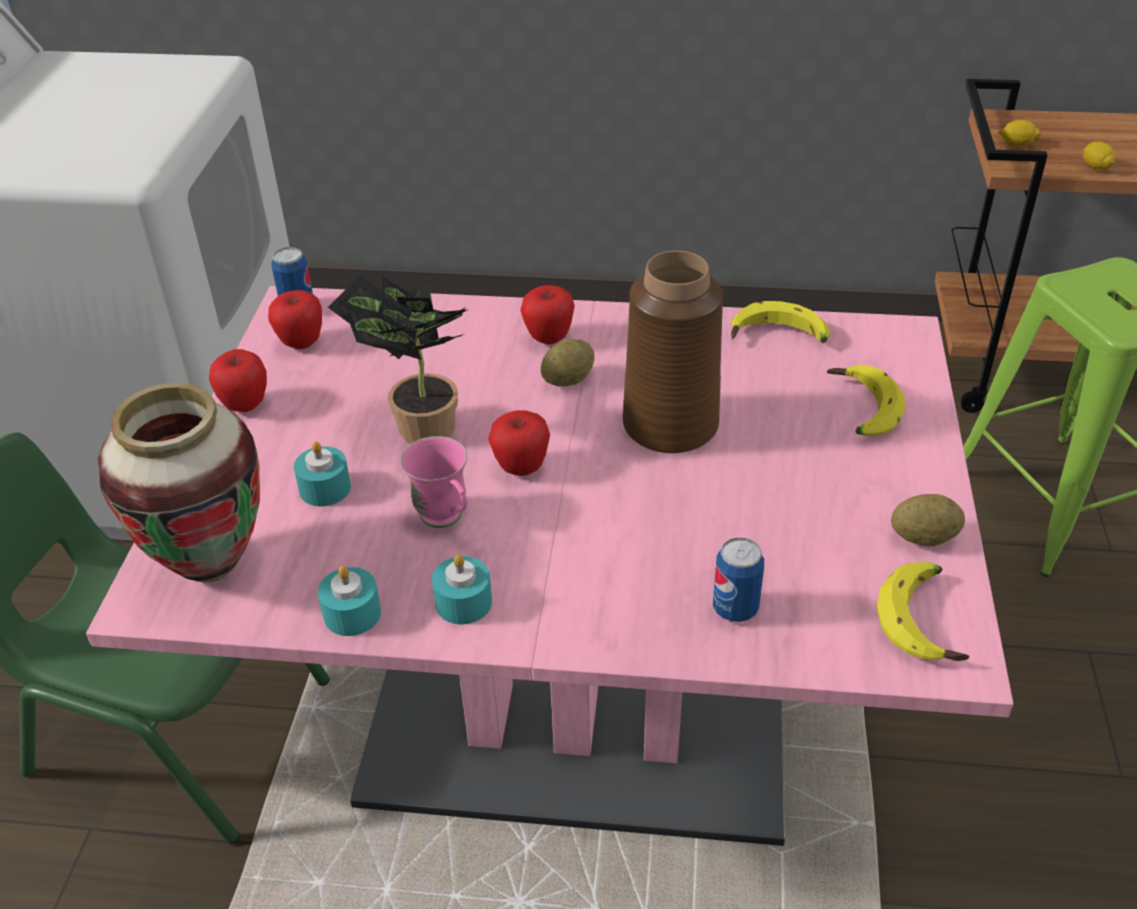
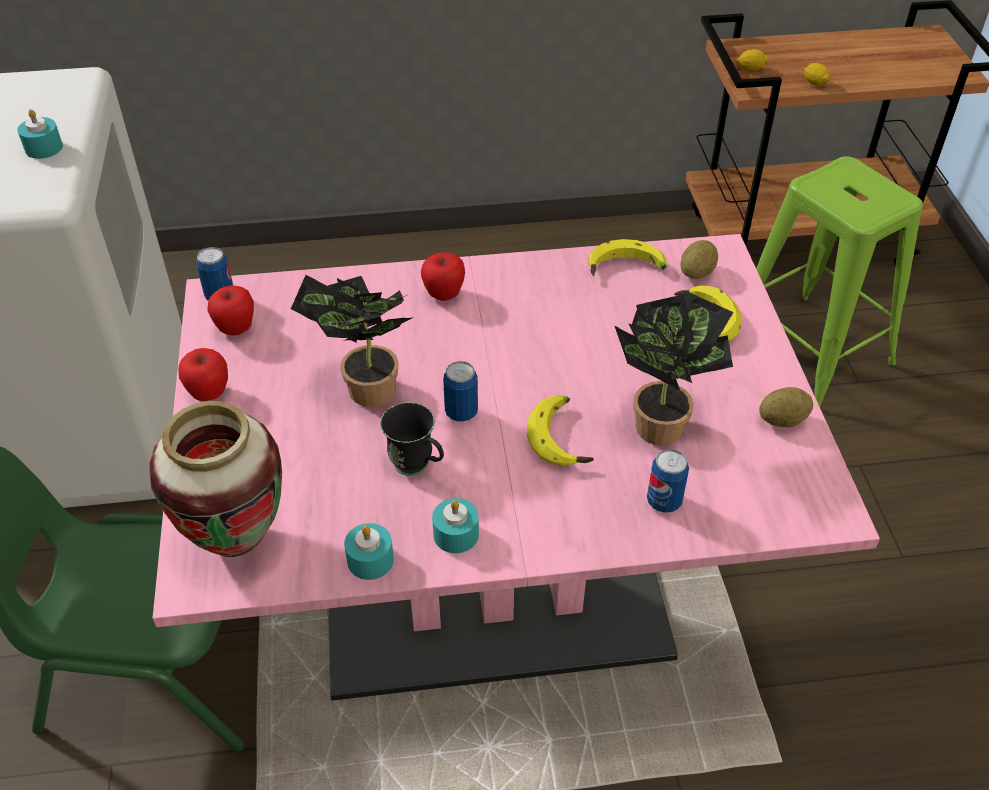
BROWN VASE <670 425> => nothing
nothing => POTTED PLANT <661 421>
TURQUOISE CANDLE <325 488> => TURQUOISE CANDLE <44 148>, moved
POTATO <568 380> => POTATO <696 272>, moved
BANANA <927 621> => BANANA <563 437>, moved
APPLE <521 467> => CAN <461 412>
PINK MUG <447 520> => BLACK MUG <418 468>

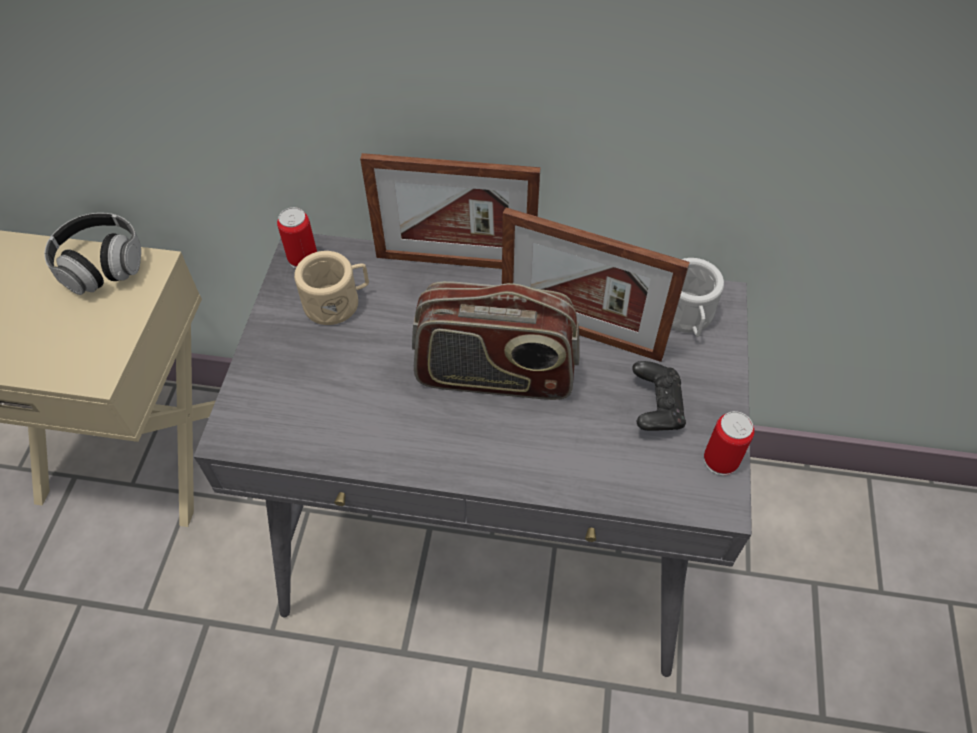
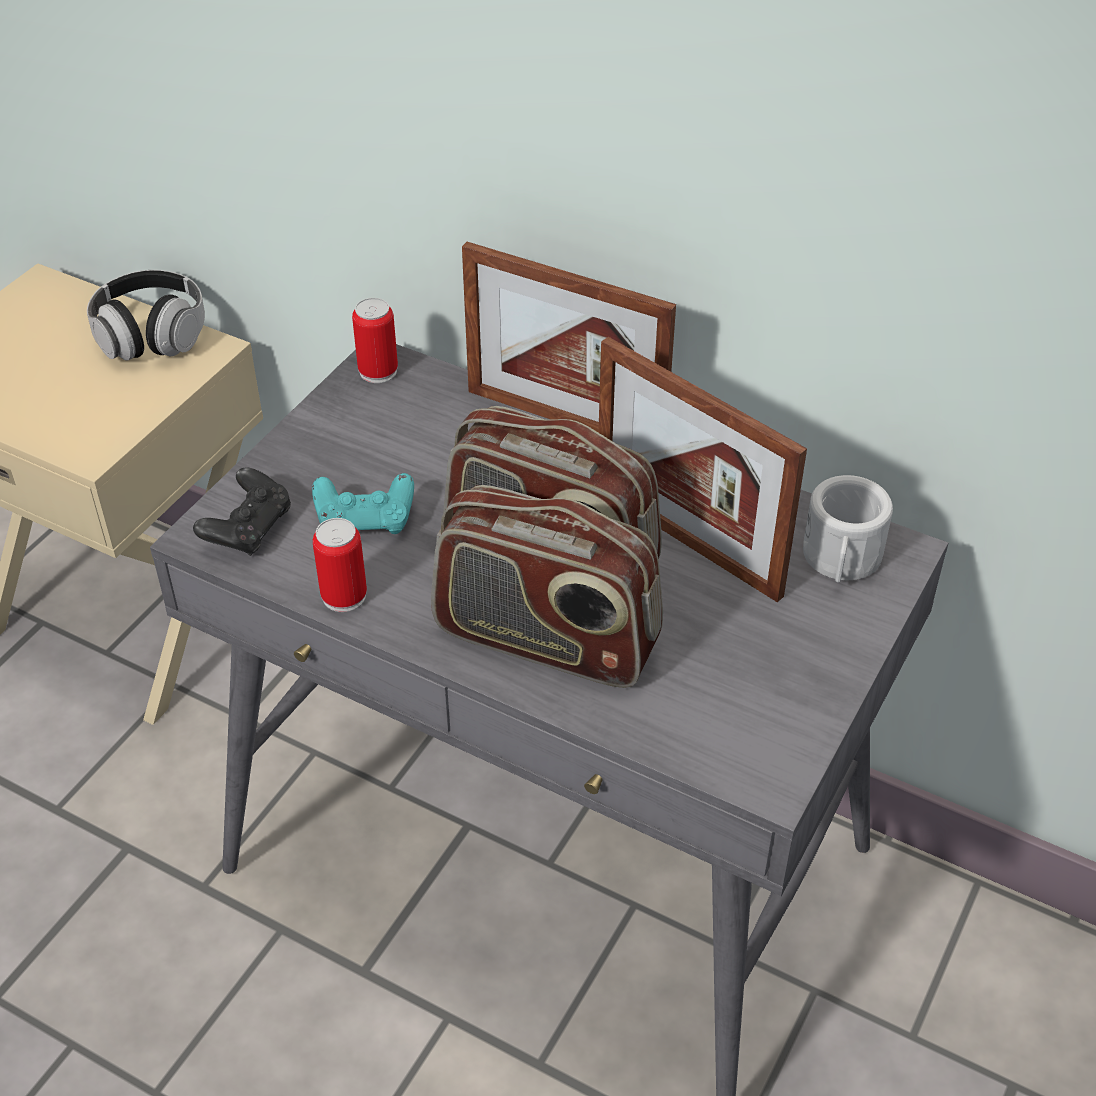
BEIGE MUG <338 302> => nothing
nothing => TURQUOISE GAME CONTROLLER <366 521>
nothing => RADIO <545 640>
BLACK GAME CONTROLLER <656 407> => BLACK GAME CONTROLLER <248 529>, moved
CAN <720 460> => CAN <344 596>, moved

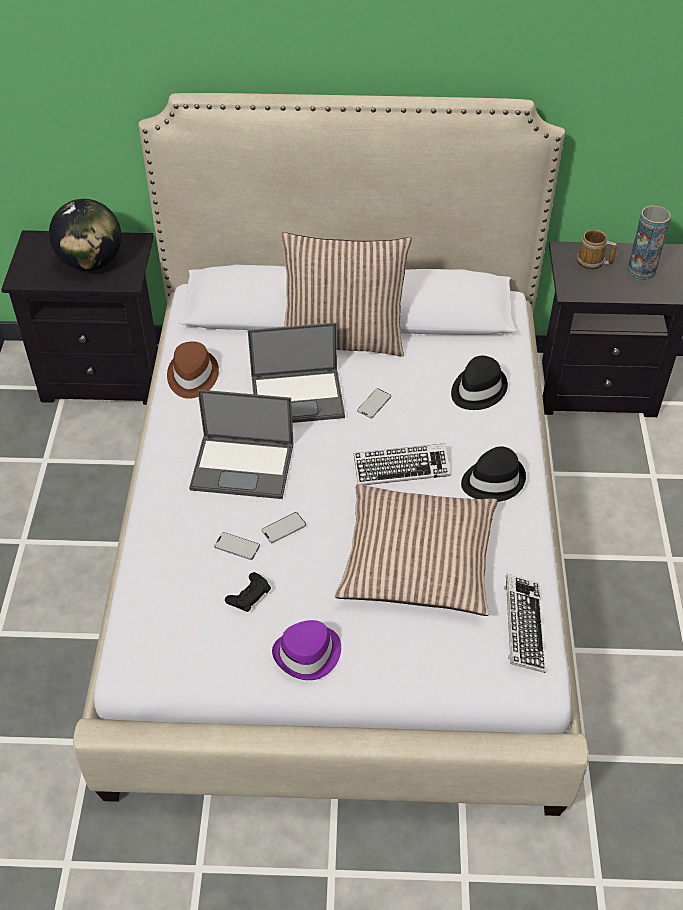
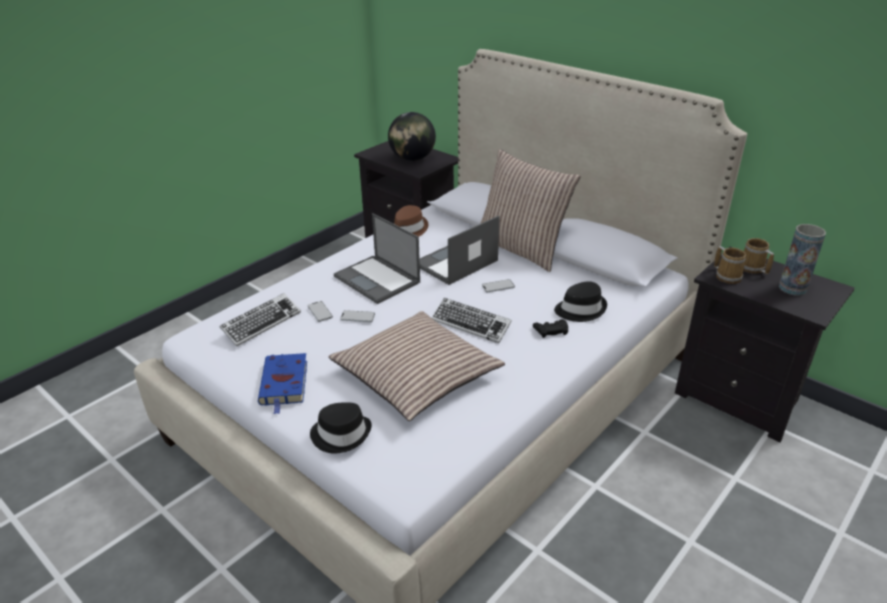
nothing => MUG <727 276>
BLACK GAME CONTROLLER <248 595> => BLACK GAME CONTROLLER <551 330>, moved
BLACK HAT <492 480> => BLACK HAT <341 434>, moved
KEYBOARD <523 626> => KEYBOARD <261 323>, moved
PURPLE HAT <308 654> => BLUE BOOK <284 384>
LAPTOP <298 396> => LAPTOP <455 263>, 105 degrees clockwise

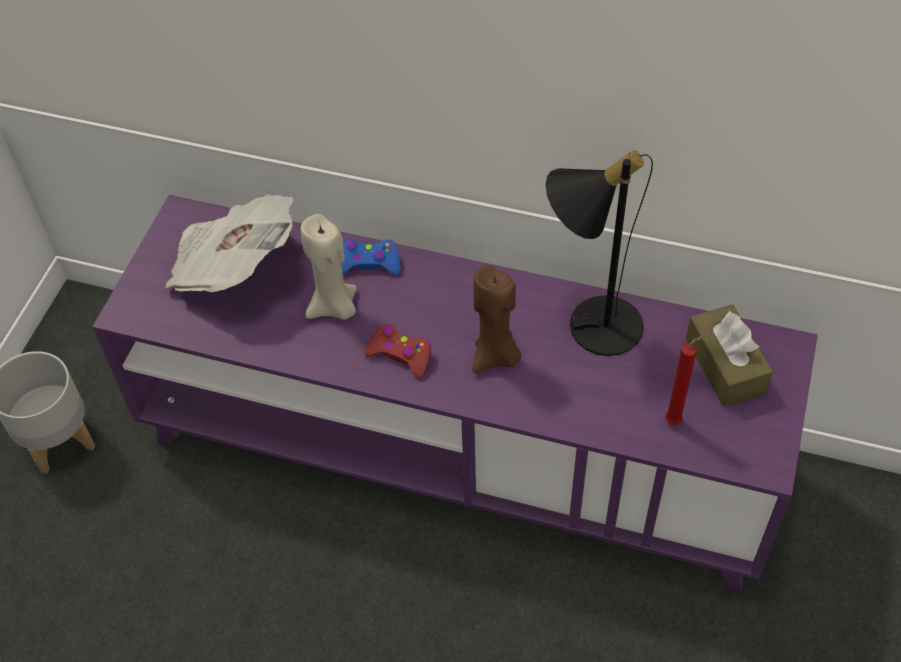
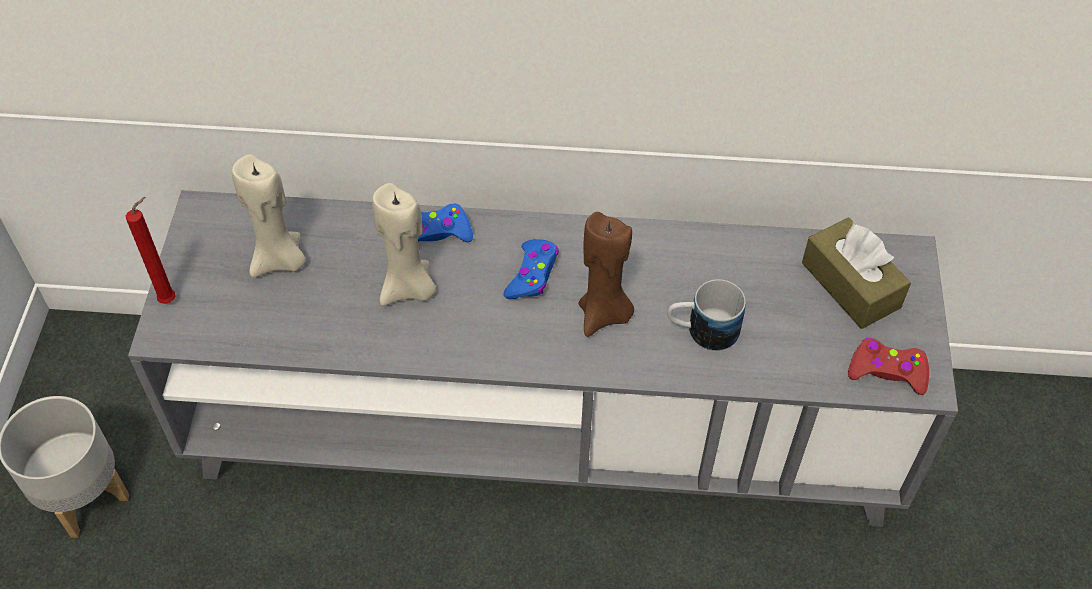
BLACK TABLE LAMP <591 321> => nothing
nothing => BLUE GAME CONTROLLER <532 275>
nothing => MUG <701 331>
RED GAME CONTROLLER <400 355> => RED GAME CONTROLLER <887 371>, moved
RED CANDLE <675 420> => RED CANDLE <171 299>, moved
NEWSPAPER <234 266> => BEIGE CANDLE <280 260>
PURPLE TV STAND <456 452> => GREY TV STAND <544 429>

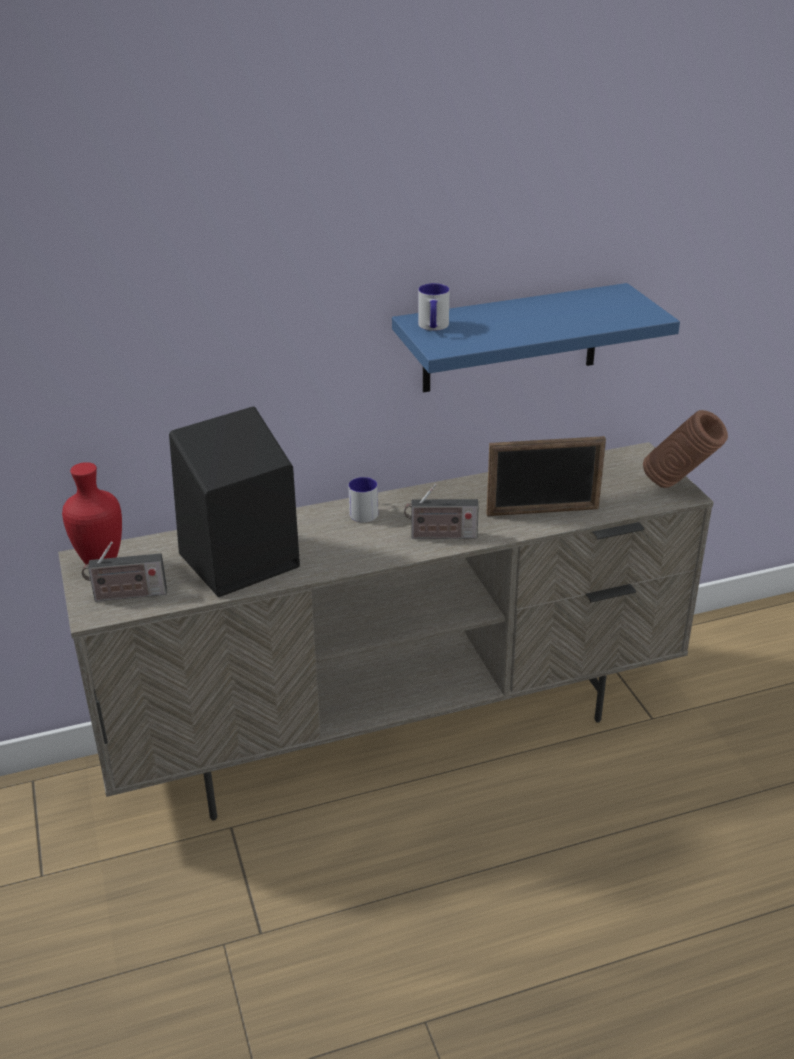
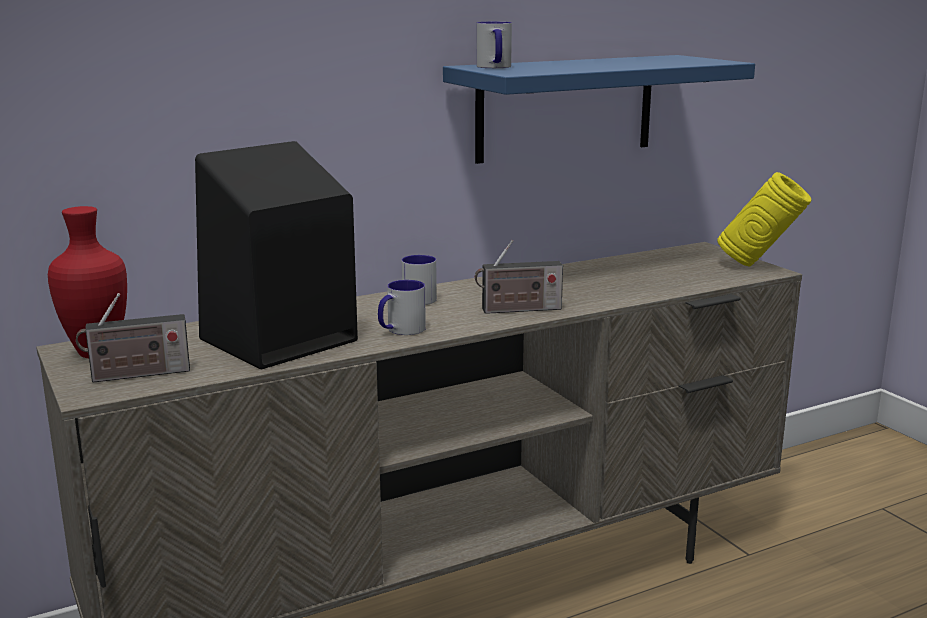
PICTURE FRAME <542 511> => nothing
nothing => MUG <400 330>
BROWN VASE <679 487> => YELLOW VASE <759 266>

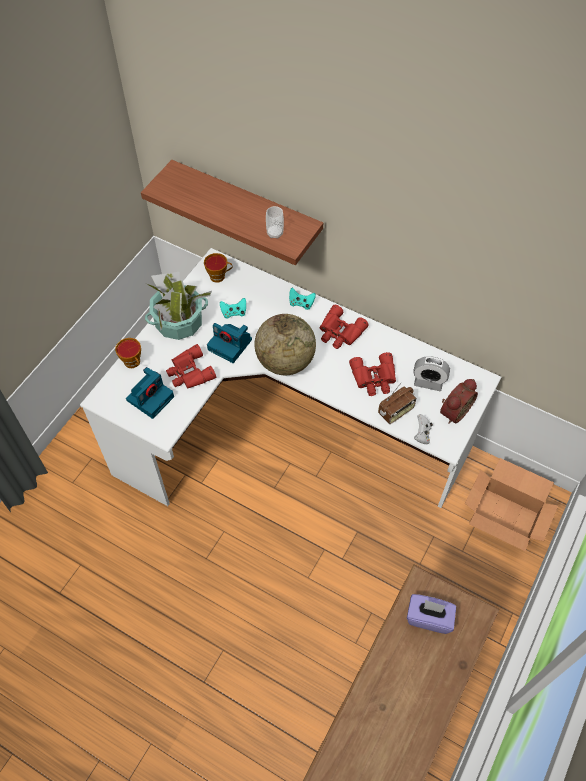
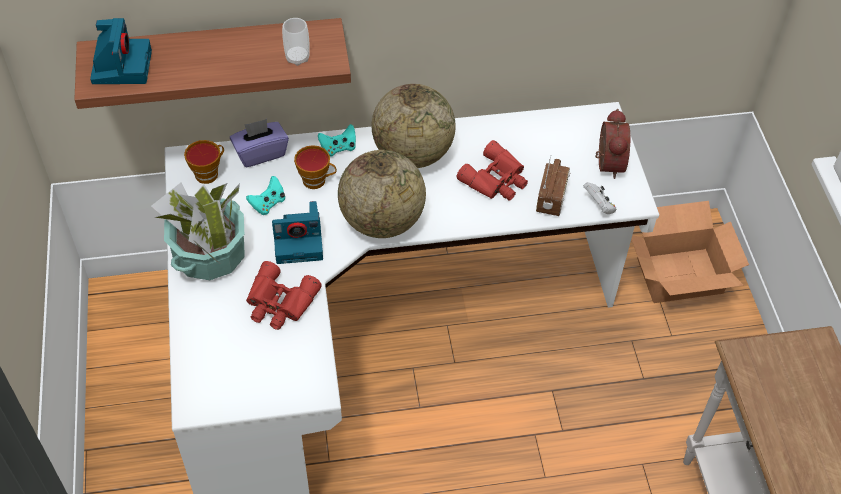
ALARM CLOCK <428 382> => nothing
CUP <133 363> => CUP <317 180>, moved
PHOTO CAMERA <150 397> => PHOTO CAMERA <121 65>, moved
PURPLE TISSUE BOX <429 618> => PURPLE TISSUE BOX <260 153>, moved
RED BINOCULARS <340 332> => GLOBE <412 154>

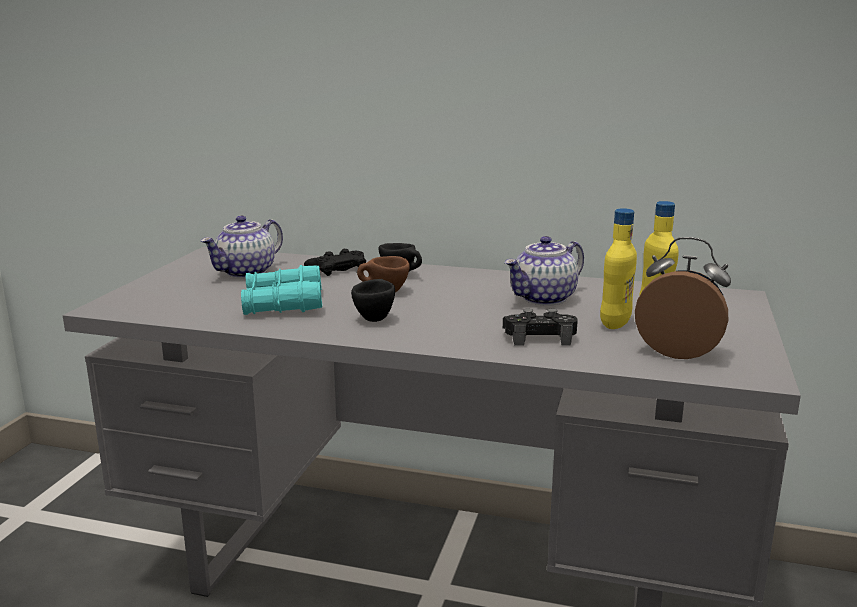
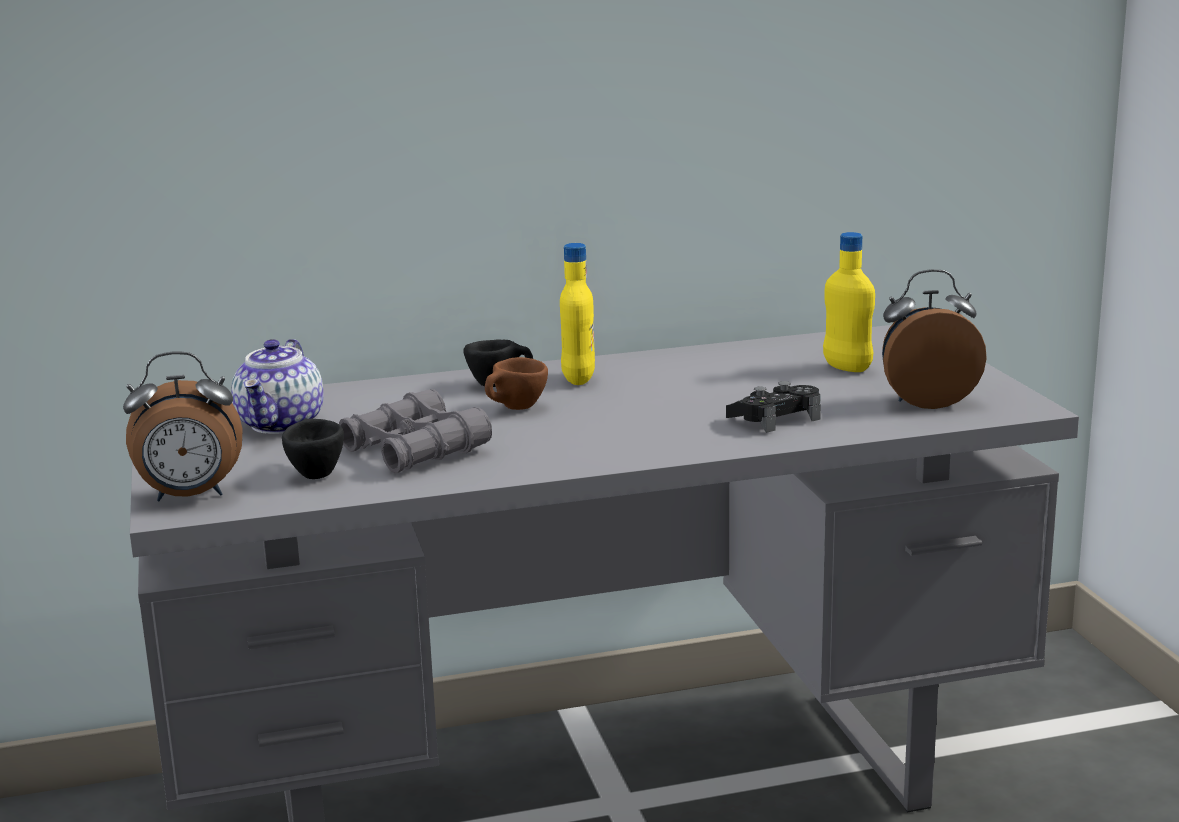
BLACK GAME CONTROLLER <337 268> => nothing
TEAPOT <544 298> => nothing
nothing => ALARM CLOCK <190 496>
BLACK CUP <375 317> => BLACK CUP <313 473>, moved
YELLOW BOTTLE <615 324> => YELLOW BOTTLE <578 379>, moved
TURQUOISE BINOCULARS <283 303> => GREY BINOCULARS <414 450>

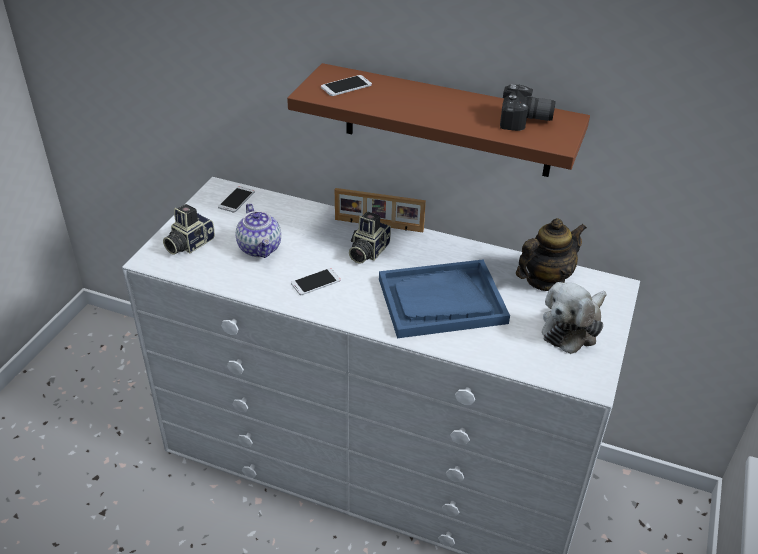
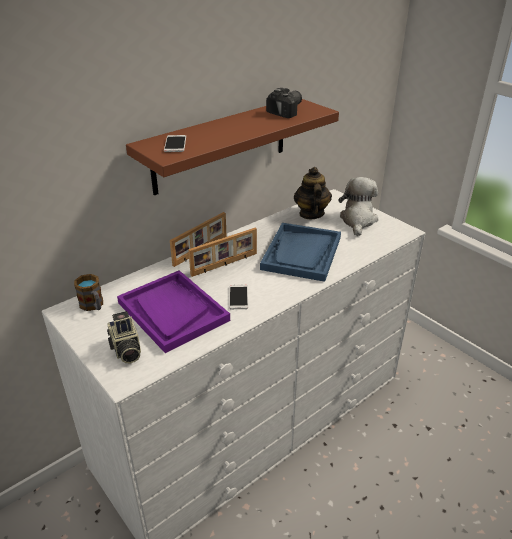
PHONE <236 199> => MUG <93 306>
TEAPOT <260 248> => PURPLE TRAY <172 311>
PHOTO CAMERA <367 251> => PICTURE FRAME <225 264>
PLUSH TOY <572 328> => PLUSH TOY <358 220>, 150 degrees counterclockwise

